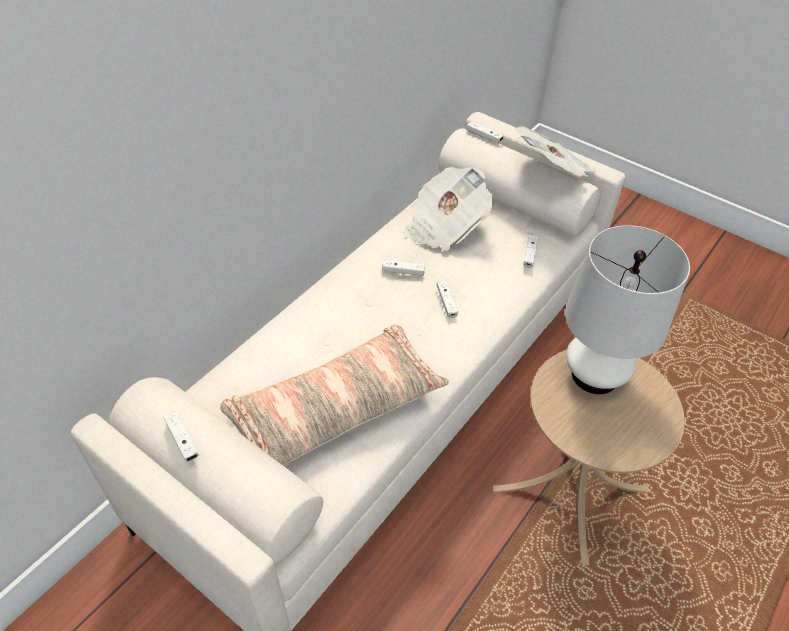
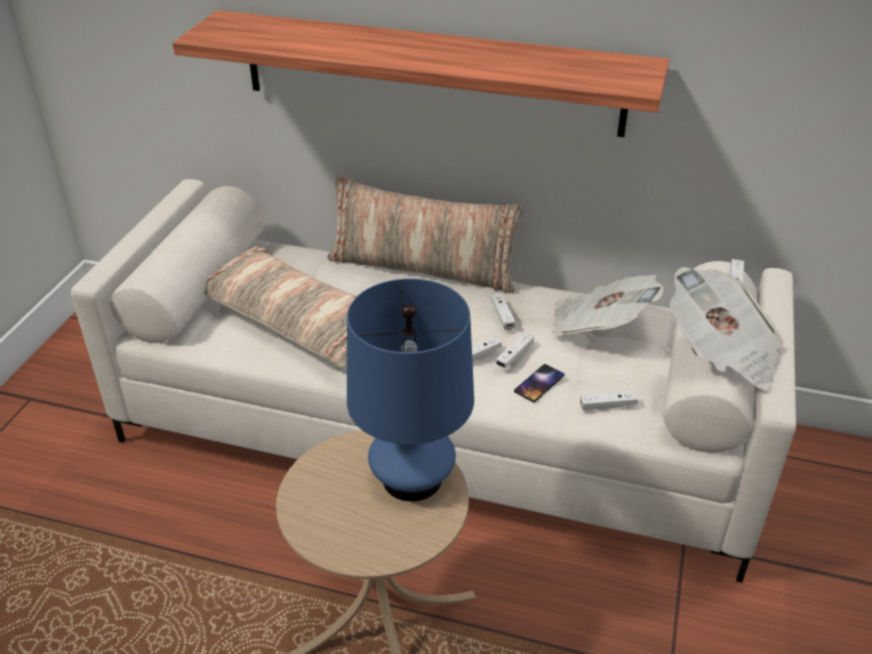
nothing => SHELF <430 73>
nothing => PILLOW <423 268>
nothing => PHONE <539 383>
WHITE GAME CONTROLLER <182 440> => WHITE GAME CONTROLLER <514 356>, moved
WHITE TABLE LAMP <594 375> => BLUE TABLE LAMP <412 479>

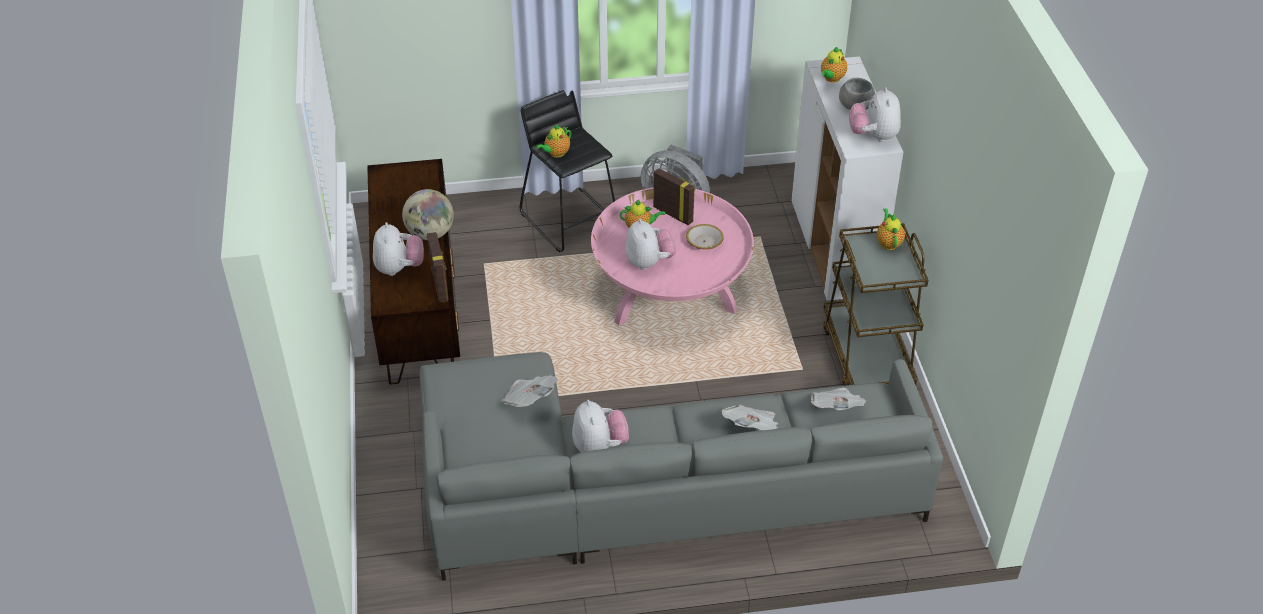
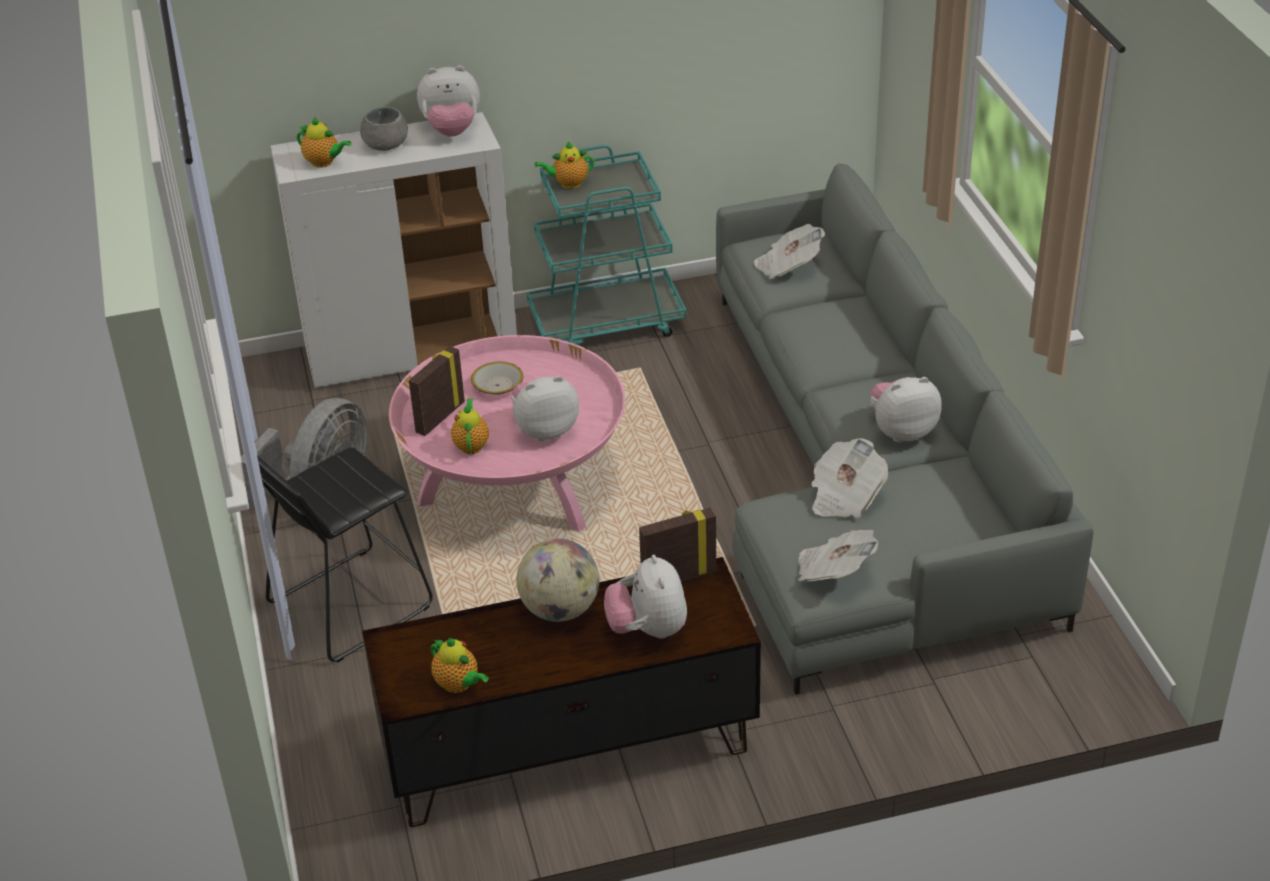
TEAPOT <556 153> => TEAPOT <458 685>, moved
NEWSPAPER <751 428> => NEWSPAPER <834 571>, moved
BROWN CART <867 355> => TURQUOISE CART <607 322>
PLUSH TOY <399 268> => PLUSH TOY <648 629>, 90 degrees counterclockwise

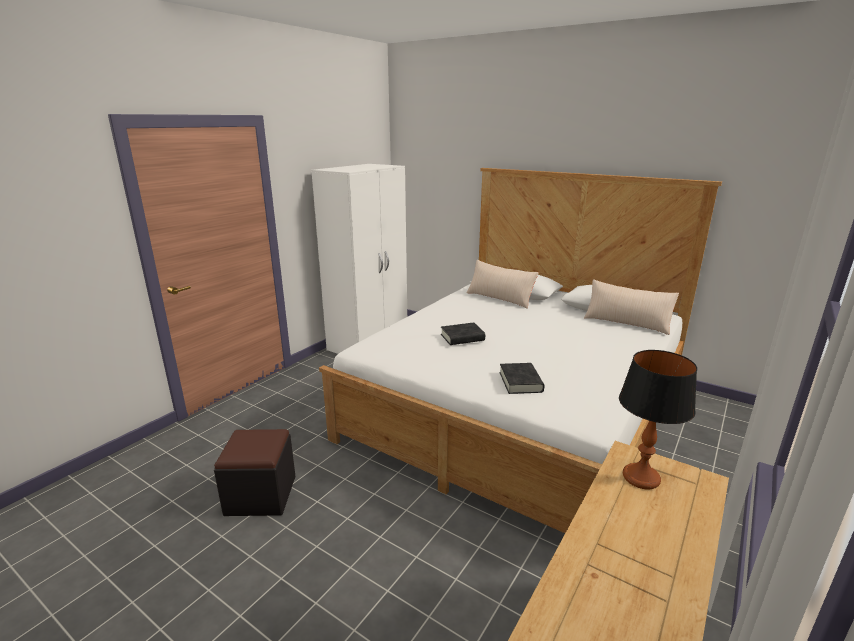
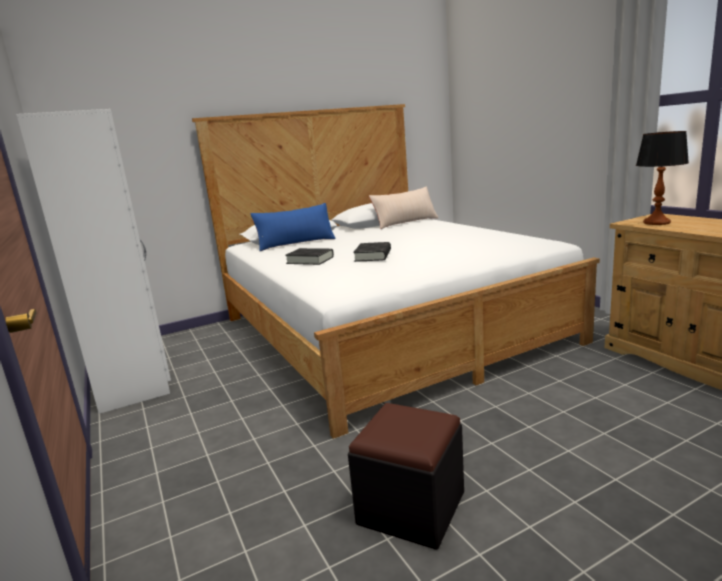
BLACK BOOK <520 382> => BLACK BOOK <310 260>, moved
BEIGE PILLOW <500 298> => BLUE PILLOW <296 243>

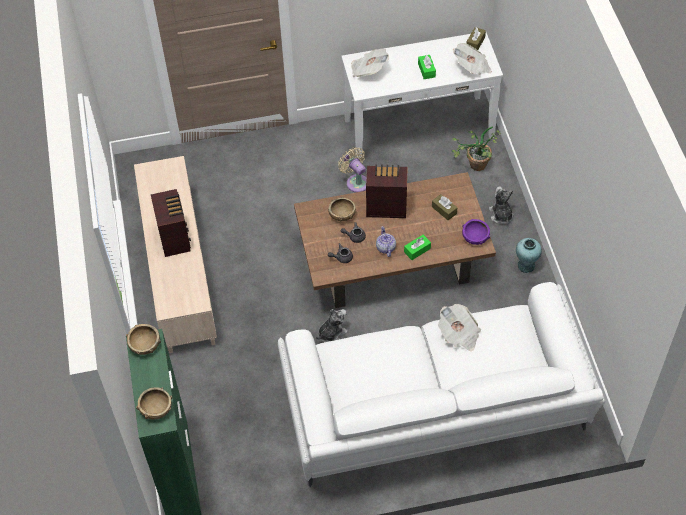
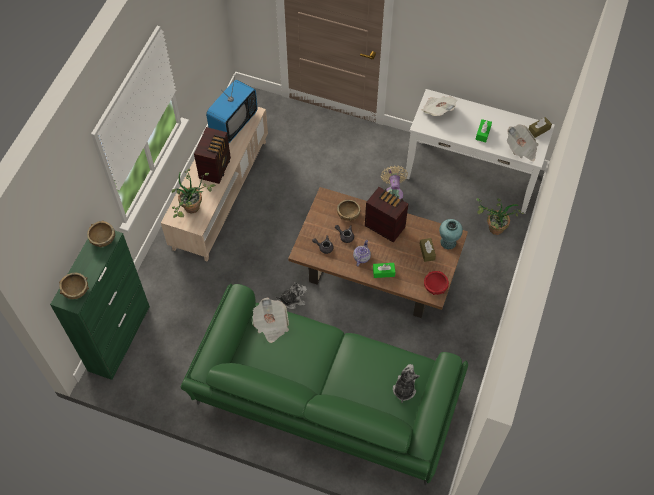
nothing => POTTED PLANT <193 210>
nothing => TELEVISION <233 123>
NEWSPAPER <459 334> => NEWSPAPER <271 325>, moved
PLUSH TOY <501 215> => PLUSH TOY <404 389>, moved
TURQUOISE VASE <526 265> => TURQUOISE VASE <448 242>, moved
WHITE SOFA <434 411> => GREEN SOFA <323 402>
PURPLE BOWL <475 237> => RED BOWL <435 286>

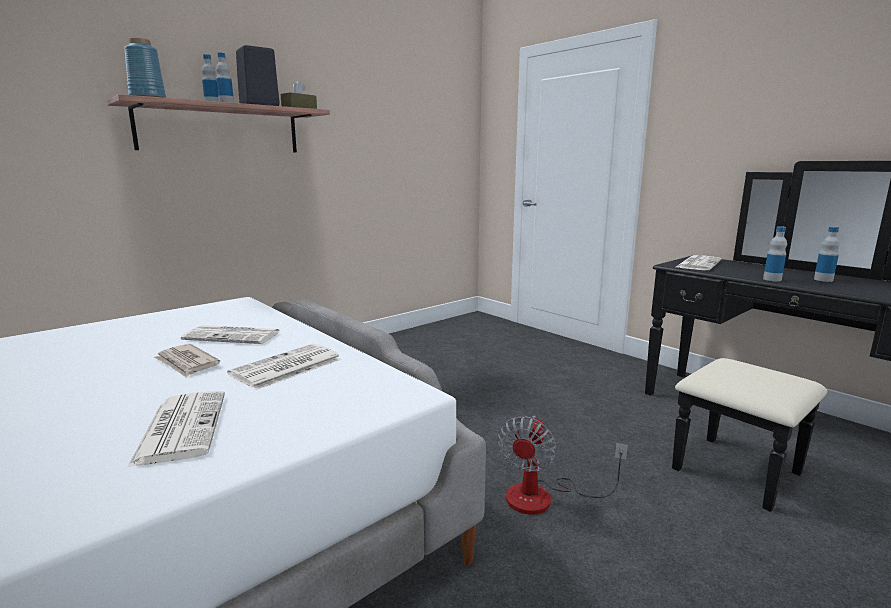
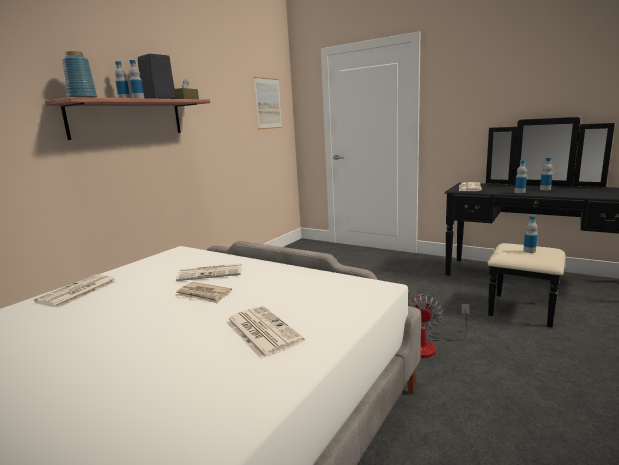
nothing => PICTURE <268 103>
nothing => BOTTLE <529 251>
NEWSPAPER <286 368> => NEWSPAPER <77 292>, moved

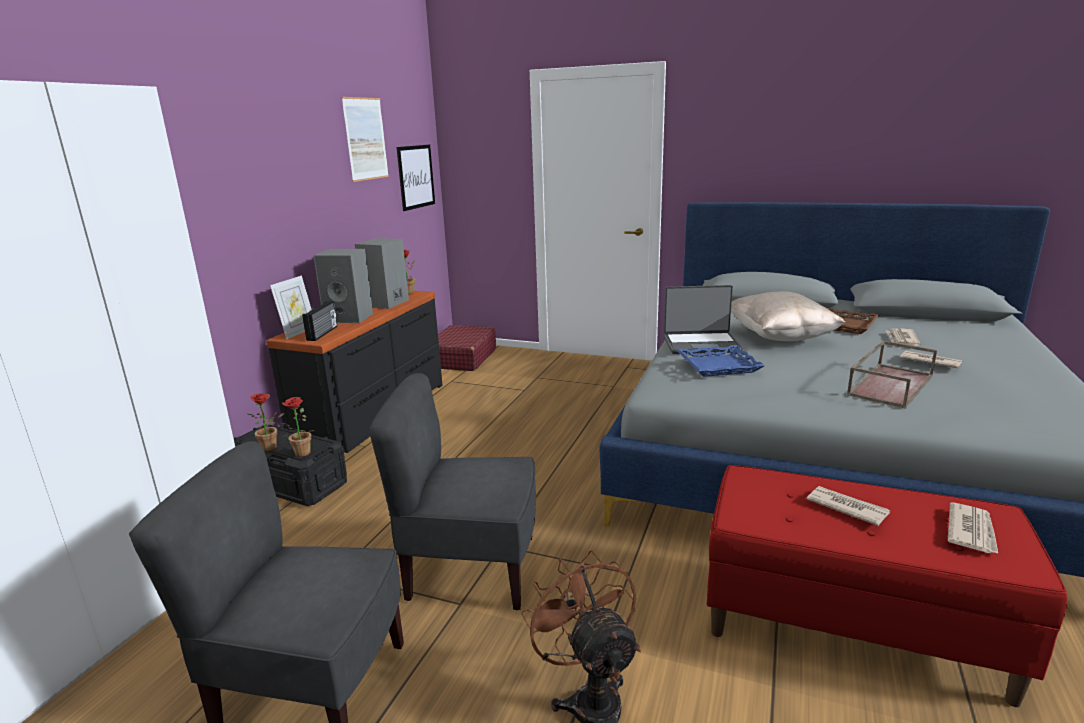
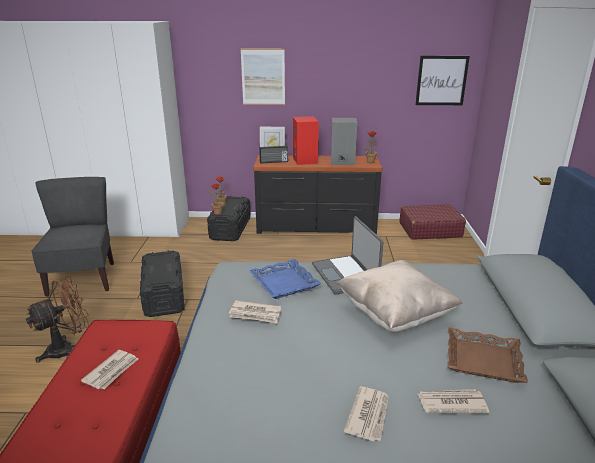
BROWN TRAY <889 384> => nothing
PICTURE <365 139> => PICTURE <263 77>, moved
NEWSPAPER <971 531> => NEWSPAPER <255 314>, moved
GREY CHAIR <471 570> => BLACK STORAGE BOX <164 295>
GREY SPEAKER <350 317> => RED SPEAKER <306 161>

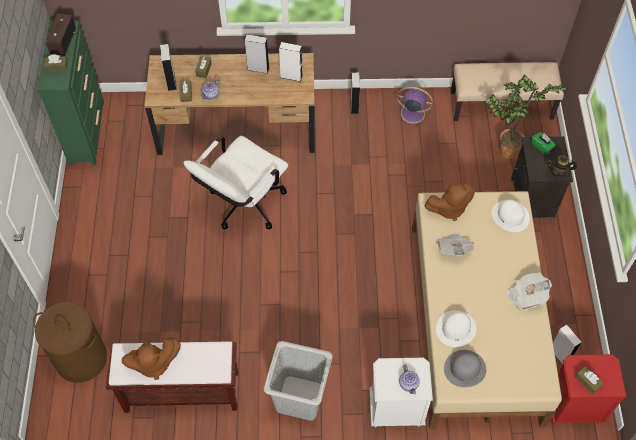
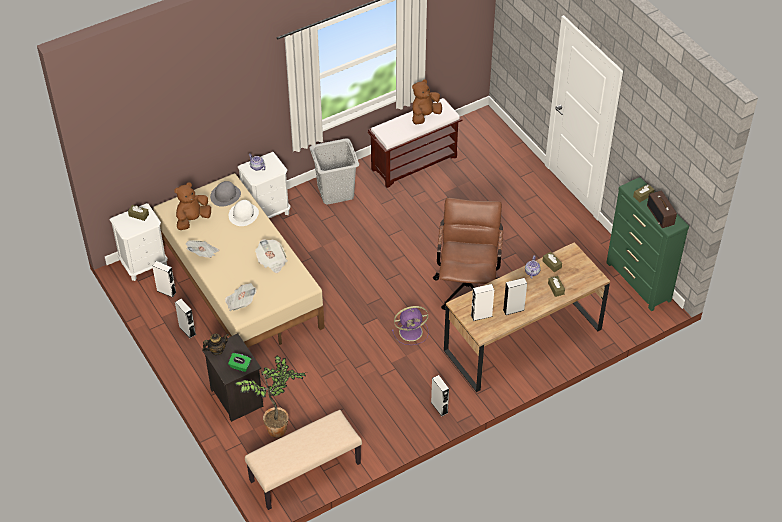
BROWN LAUNDRY BASKET <81 359> => nothing
GREY SPEAKER <171 81> => GREY SPEAKER <187 330>, moved
PURPLE FAN <411 113> => PURPLE FAN <412 332>, moved
BROWN PLUSH TOY <449 208> => BROWN PLUSH TOY <192 220>, moved
WHITE HAT <510 216> => NEWSPAPER <240 302>
WHITE OFFICE CHAIR <242 207> => BROWN OFFICE CHAIR <467 284>
RED NIGHTSTAND <573 406> => WHITE NIGHTSTAND <144 264>

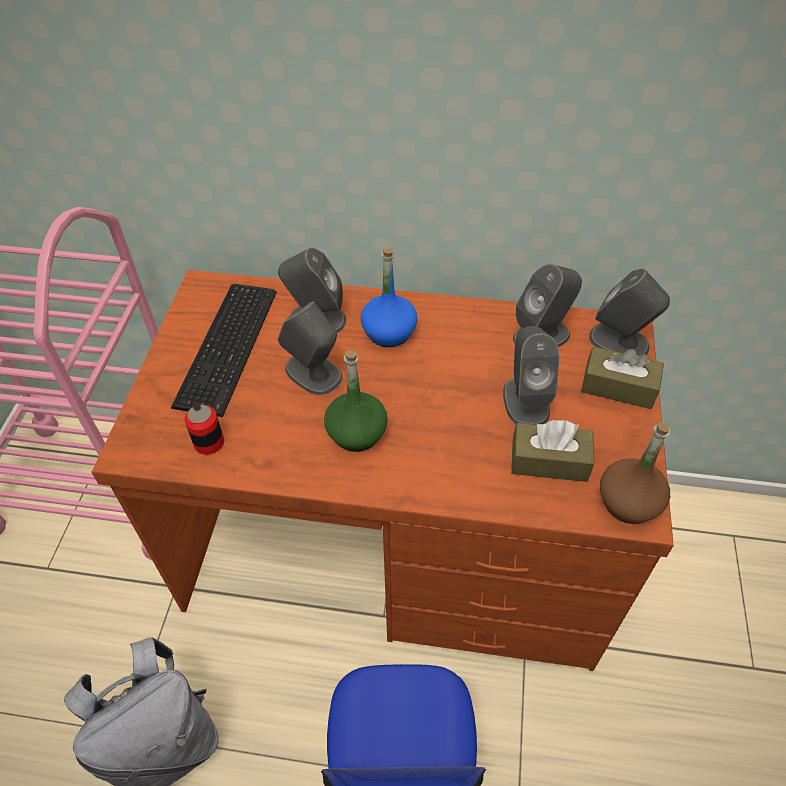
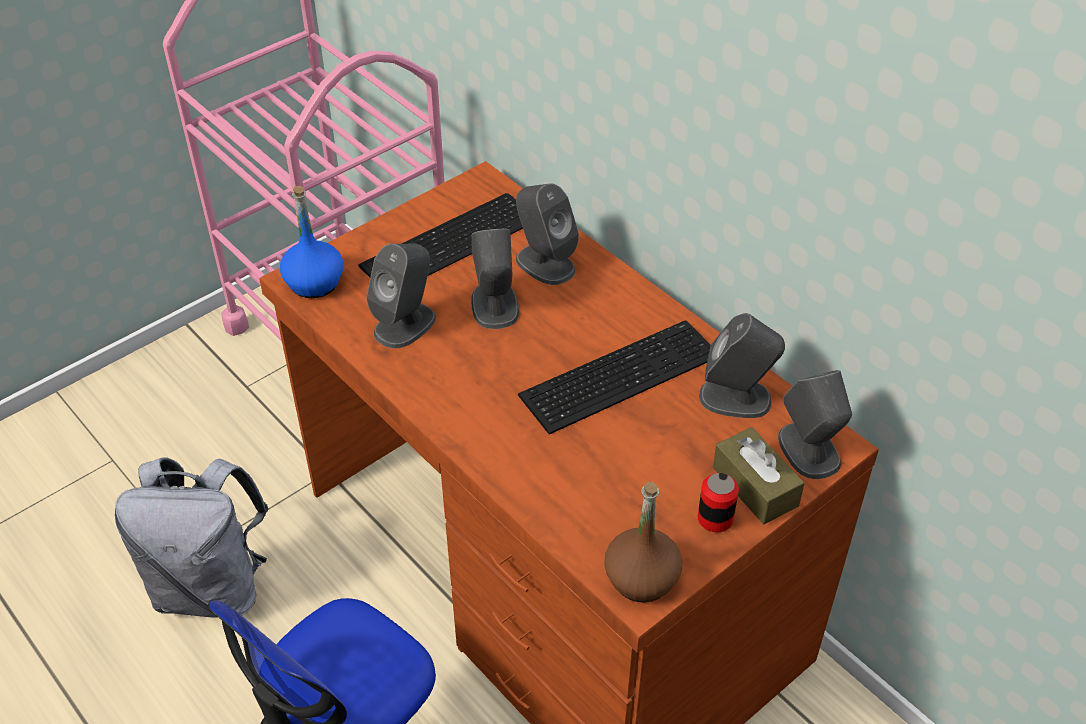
GREEN BOTTLE <357 432> => nothing
BROWN TISSUE BOX <549 461> => nothing
nothing => KEYBOARD <615 374>
CAN <209 442> => CAN <715 519>, moved
BLUE BOTTLE <389 332> => BLUE BOTTLE <315 283>, moved
GREY SPEAKER <526 401> => GREY SPEAKER <405 324>, moved

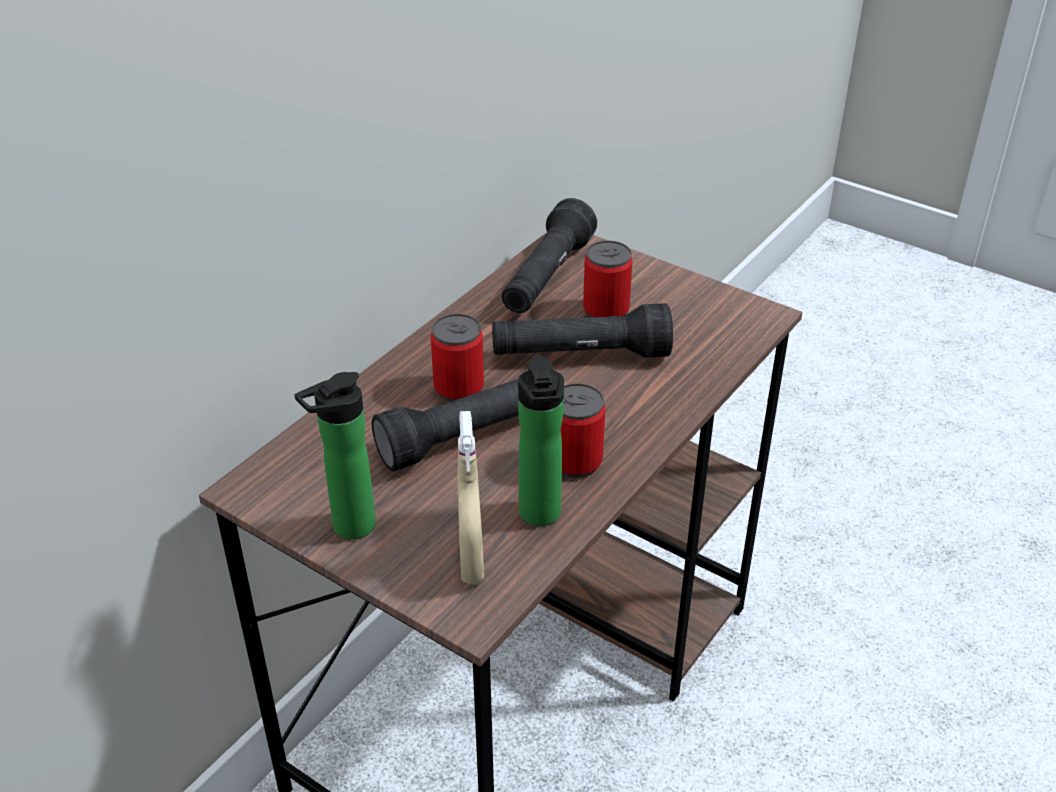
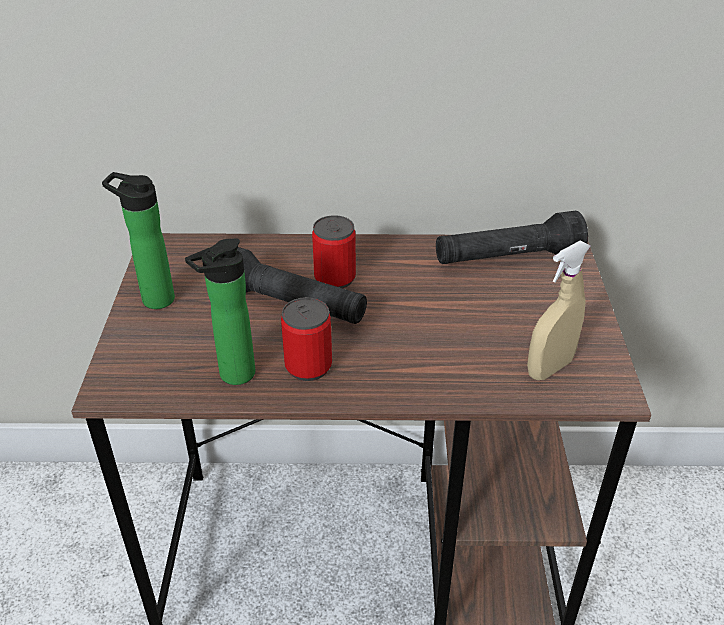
BLACK FLASHLIGHT <580 355> => nothing
CAN <606 311> => nothing
BEIGE SPRAY BOTTLE <471 561> => BEIGE SPRAY BOTTLE <549 368>, moved

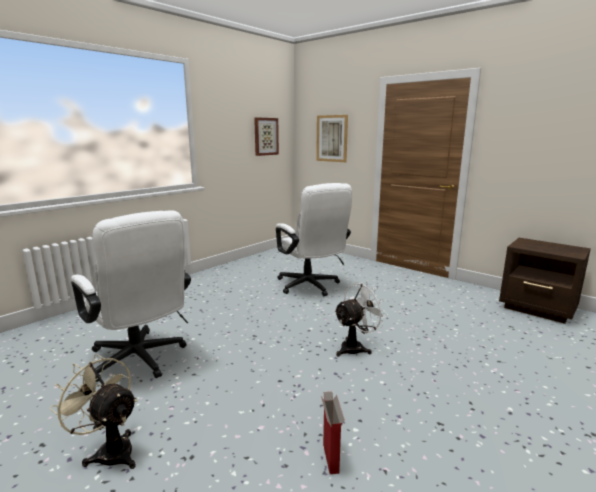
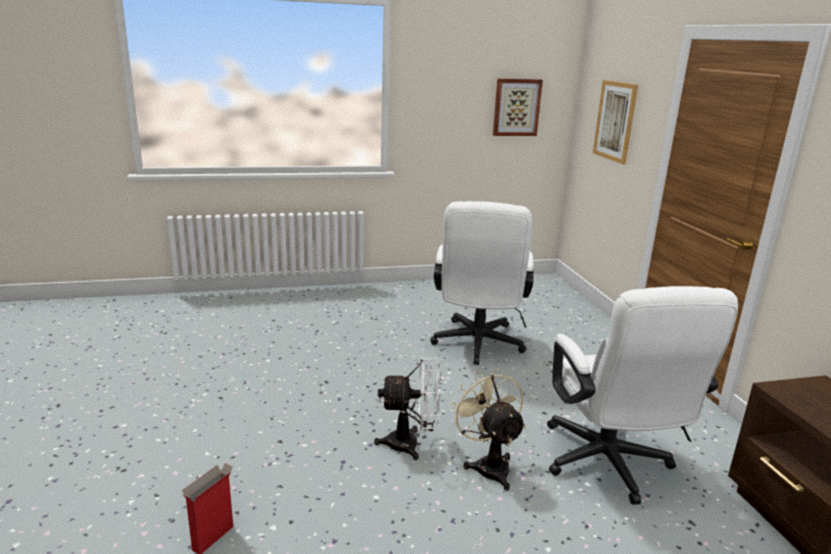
BEIGE FAN <110 450> => BEIGE FAN <488 465>, moved
WHITE OFFICE CHAIR <141 361> => WHITE OFFICE CHAIR <609 467>, moved

